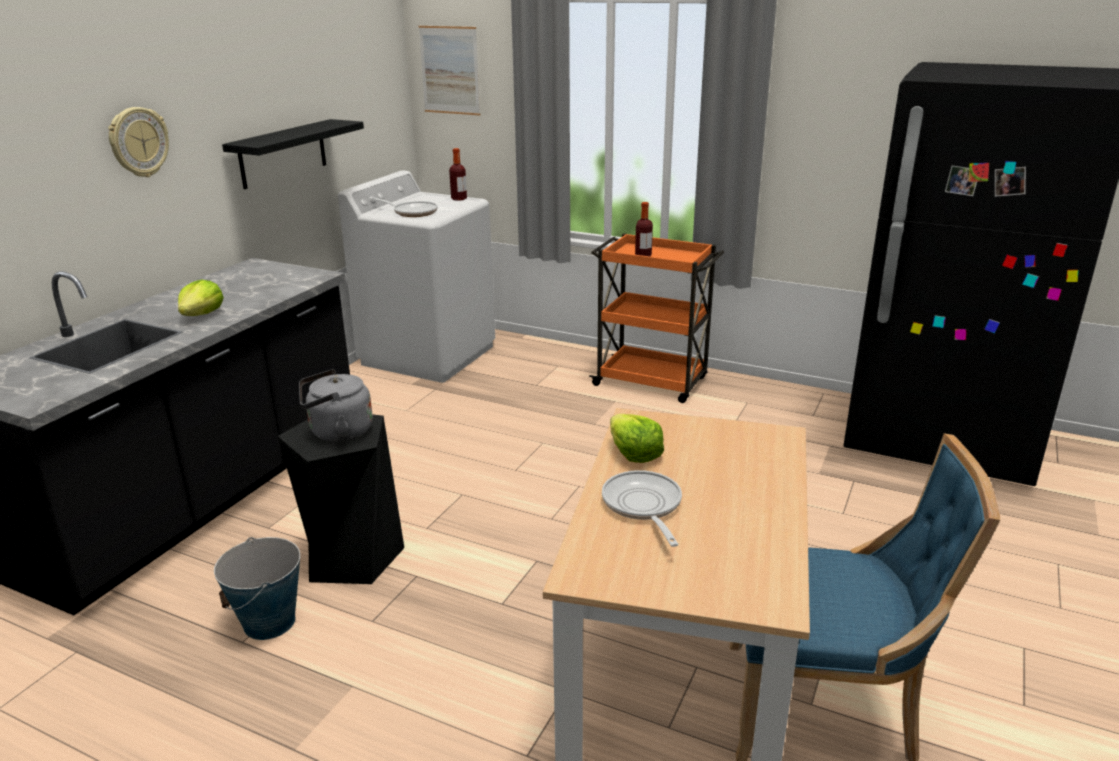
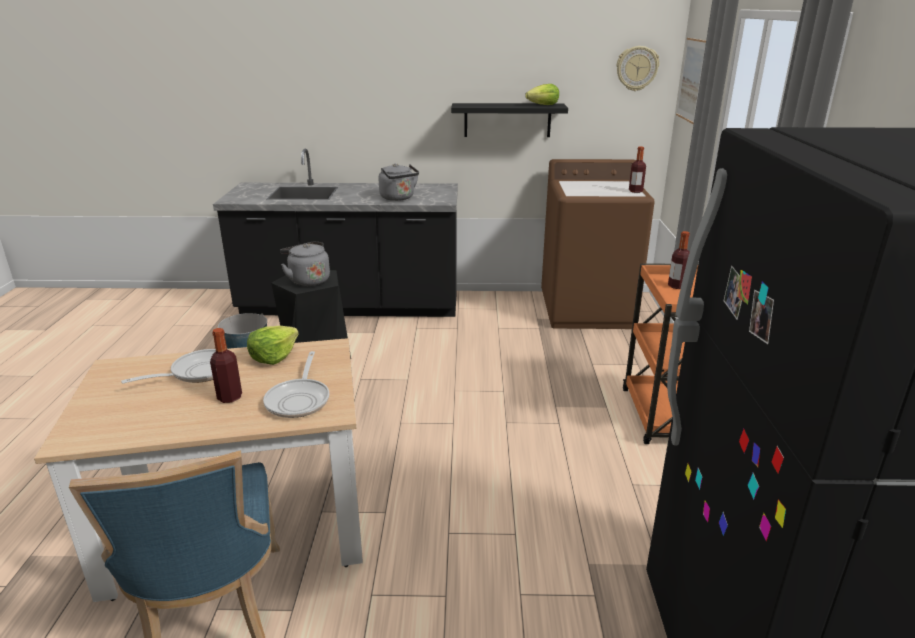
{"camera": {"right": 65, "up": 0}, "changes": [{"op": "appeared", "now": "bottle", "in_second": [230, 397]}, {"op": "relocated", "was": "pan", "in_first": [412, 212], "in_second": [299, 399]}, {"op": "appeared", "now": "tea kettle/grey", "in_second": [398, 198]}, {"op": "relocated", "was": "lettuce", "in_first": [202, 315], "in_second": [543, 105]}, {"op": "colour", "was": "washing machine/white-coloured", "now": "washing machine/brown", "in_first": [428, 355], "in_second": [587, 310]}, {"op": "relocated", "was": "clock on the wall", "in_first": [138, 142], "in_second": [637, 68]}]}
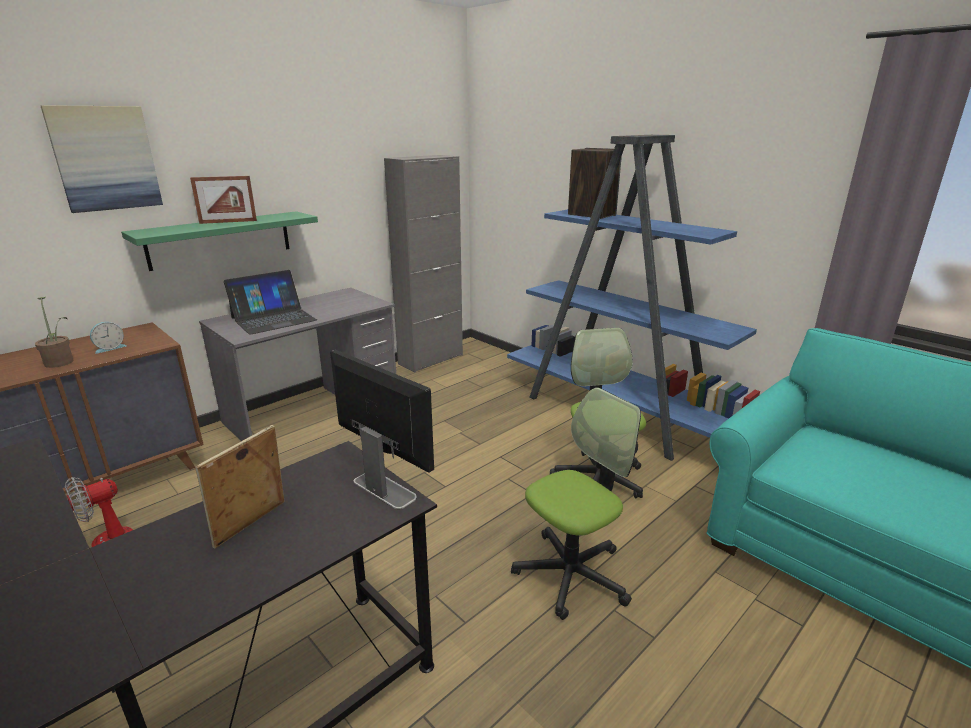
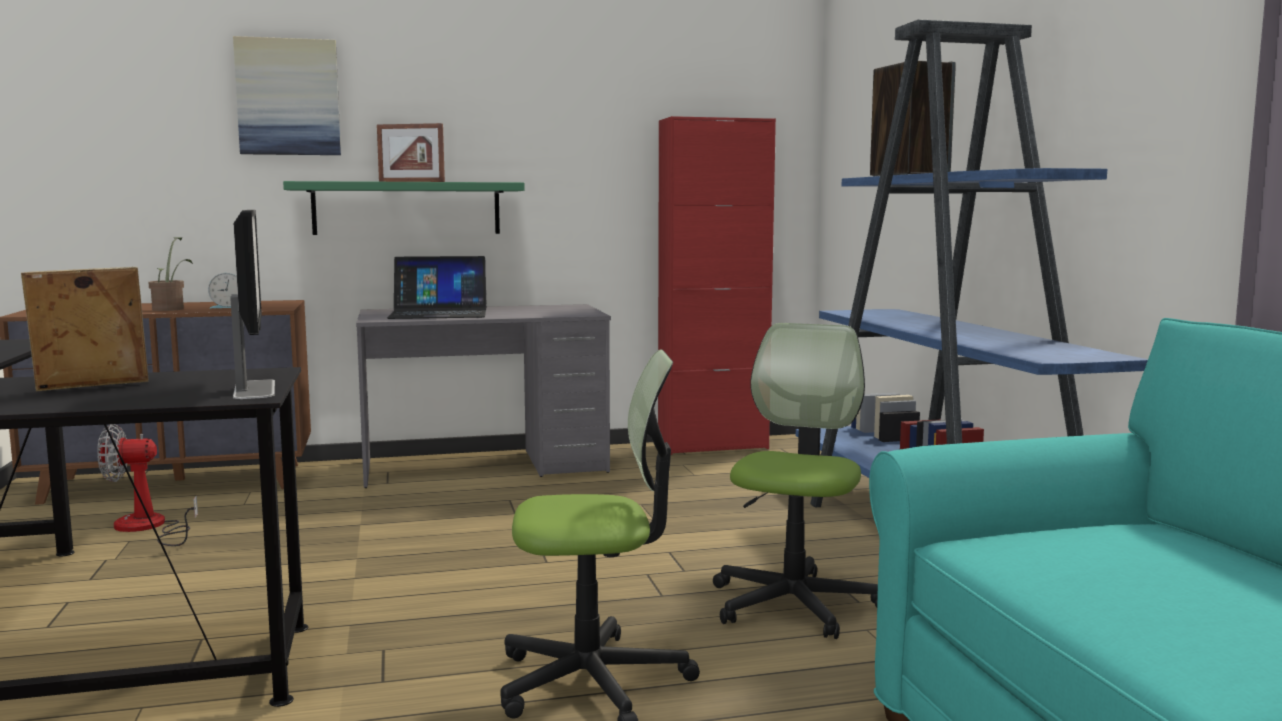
{"camera": {"right": 30, "up": -15}, "changes": [{"op": "colour", "was": "storage cabinet/grey", "now": "storage cabinet/red", "in_first": [430, 359], "in_second": [713, 446]}]}
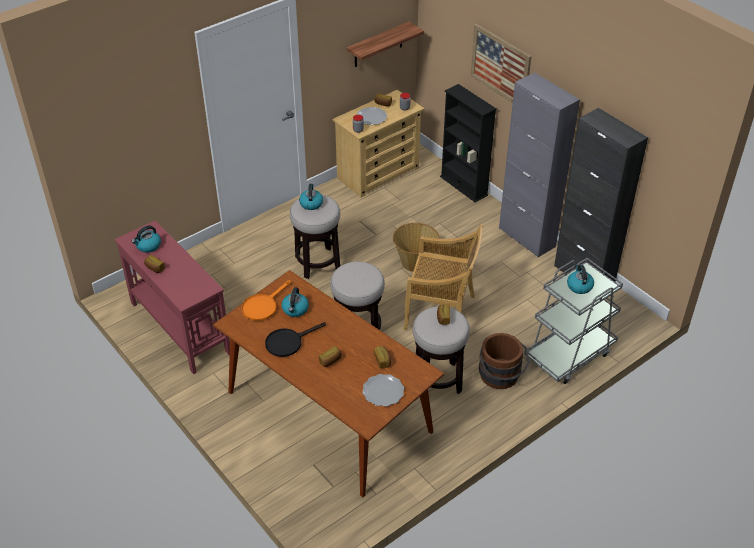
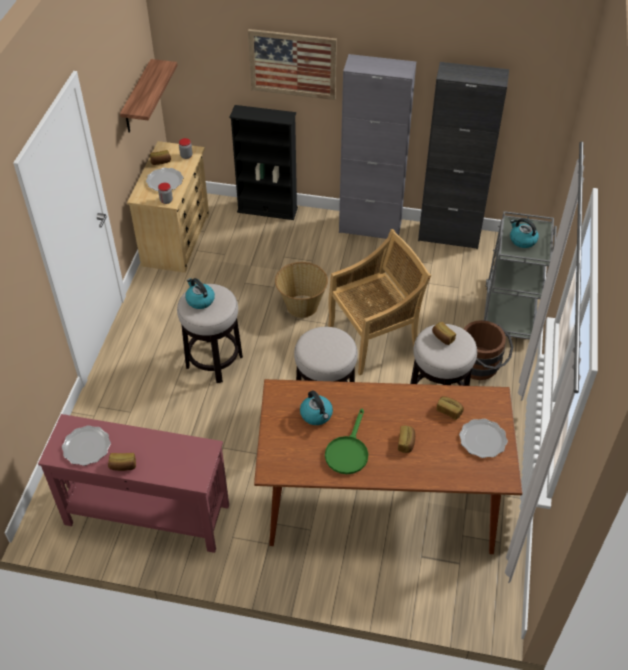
{"camera": {"right": -40, "up": 5}, "changes": [{"op": "exchanged", "was": "tea kettle", "now": "plate", "in_first": [148, 246], "in_second": [87, 447]}, {"op": "colour", "was": "pan/black", "now": "pan/greenish", "in_first": [288, 342], "in_second": [348, 451]}, {"op": "missing", "was": "pan/orange", "in_first": [262, 306]}]}
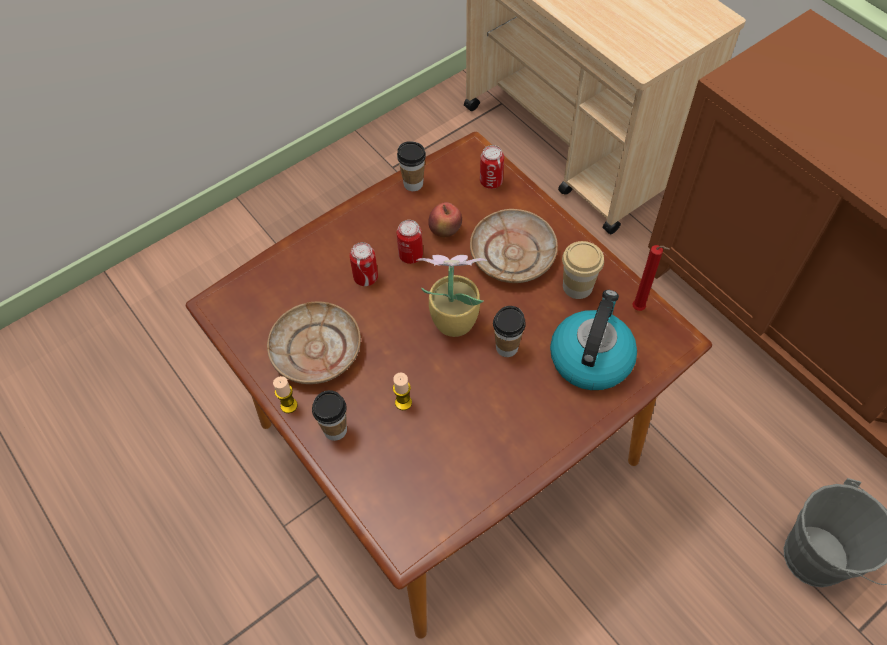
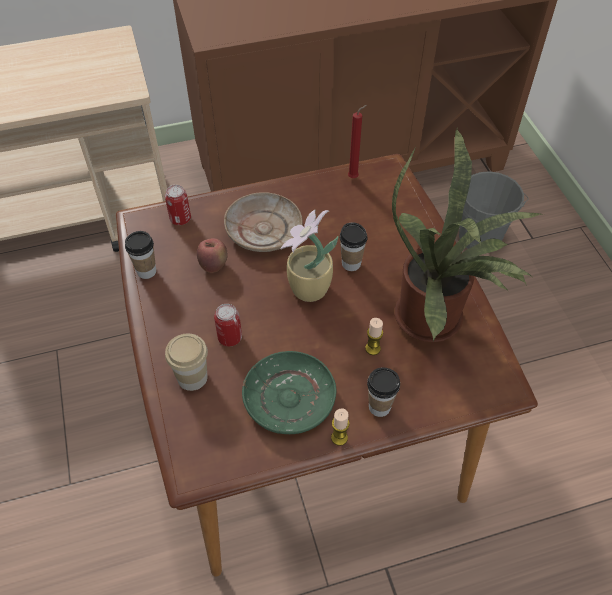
{"camera": {"right": -70, "up": -5}, "changes": [{"op": "relocated", "was": "small cup", "in_first": [577, 286], "in_second": [192, 377]}, {"op": "colour", "was": "plate/sand-coloured", "now": "plate/greenish", "in_first": [316, 350], "in_second": [289, 399]}, {"op": "appeared", "now": "houseplant", "in_second": [435, 319]}, {"op": "missing", "was": "sealed can", "in_first": [410, 255]}, {"op": "missing", "was": "tea kettle", "in_first": [590, 357]}]}
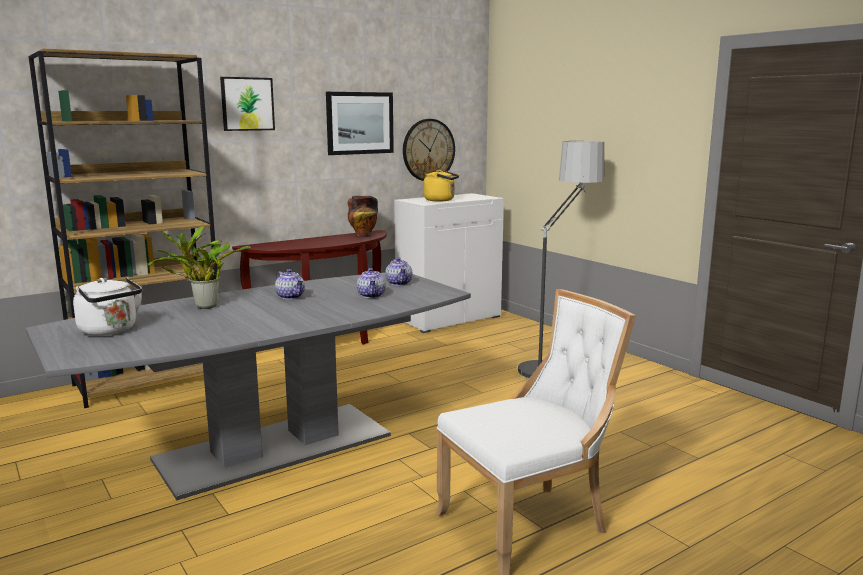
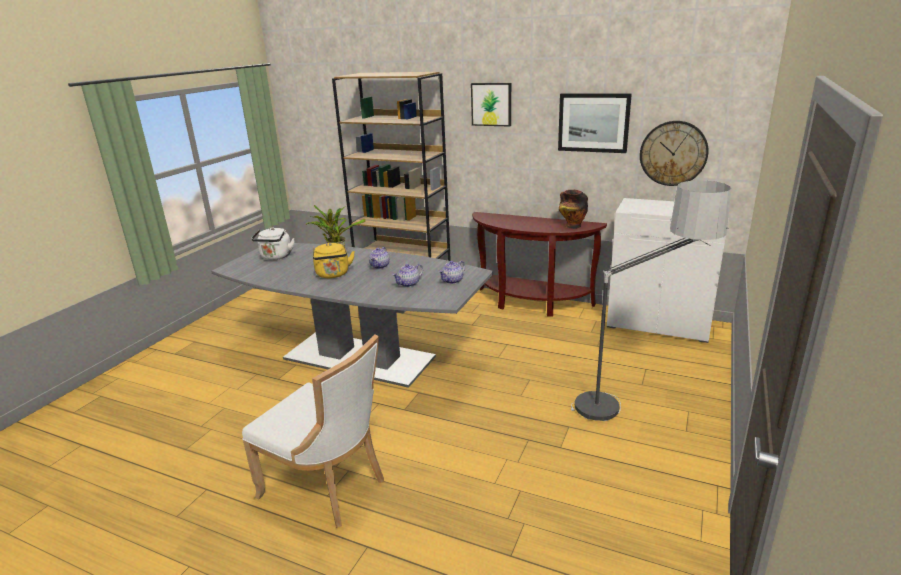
{"camera": {"right": 60, "up": 10}, "changes": [{"op": "relocated", "was": "tea kettle/yellow", "in_first": [441, 200], "in_second": [333, 275]}]}
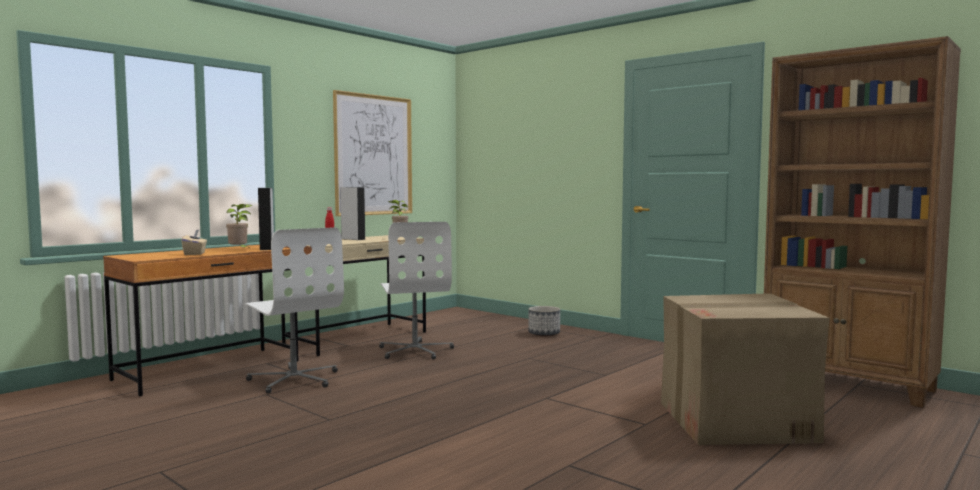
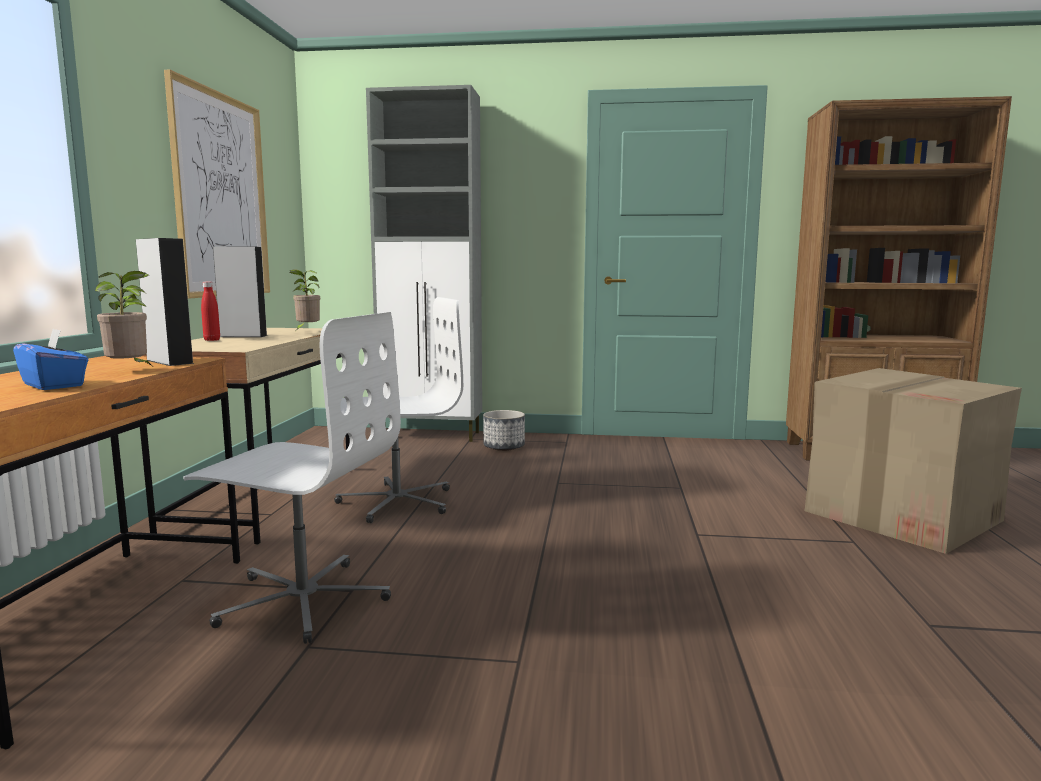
{"camera": {"right": -35, "up": 5}, "changes": [{"op": "colour", "was": "tissue box/sand-coloured", "now": "tissue box/blue", "in_first": [195, 254], "in_second": [54, 385]}, {"op": "spun", "was": "computer chair/white-coloured", "in_first": [415, 351], "in_second": [396, 502], "clockwise": -60}, {"op": "appeared", "now": "storage cabinet/grey", "in_second": [432, 435]}]}
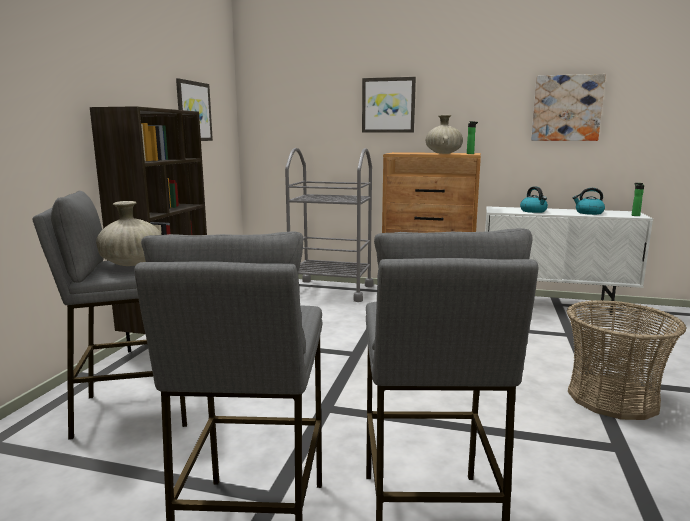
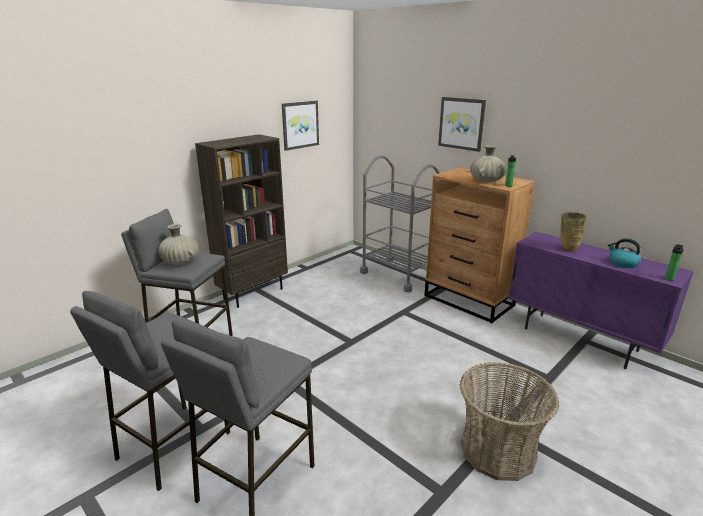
{"camera": {"right": 30, "up": 10}, "changes": [{"op": "colour", "was": "storage cabinet/white-coloured", "now": "storage cabinet/purple", "in_first": [554, 304], "in_second": [579, 340]}, {"op": "exchanged", "was": "tea kettle", "now": "vase/sand-coloured", "in_first": [533, 211], "in_second": [567, 249]}, {"op": "missing", "was": "picture", "in_first": [566, 108]}]}
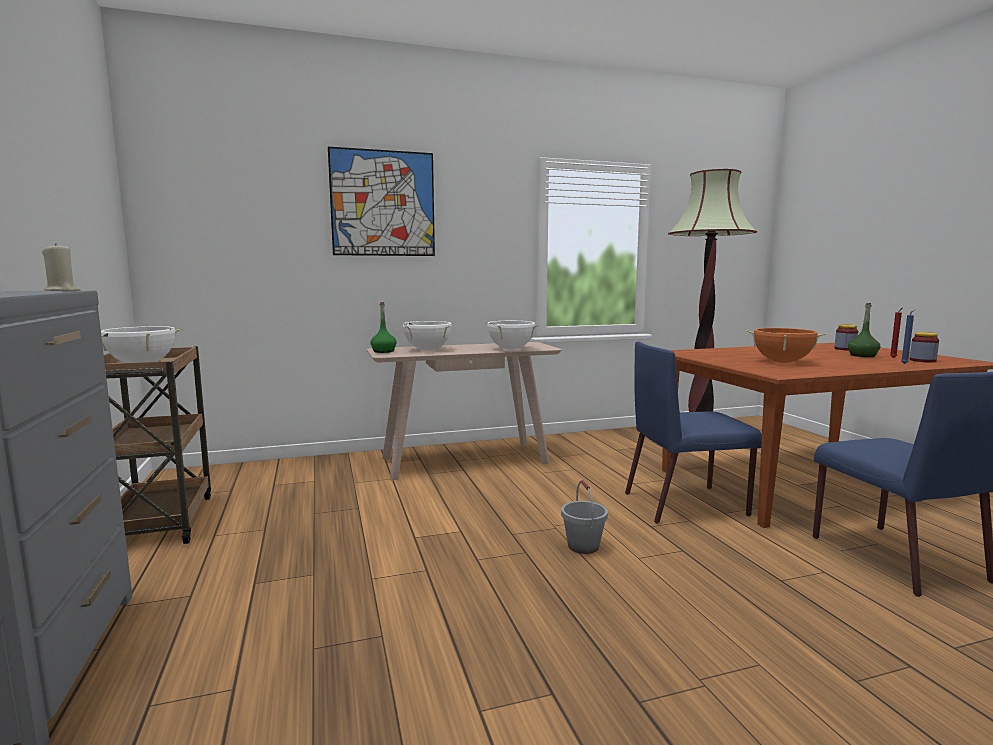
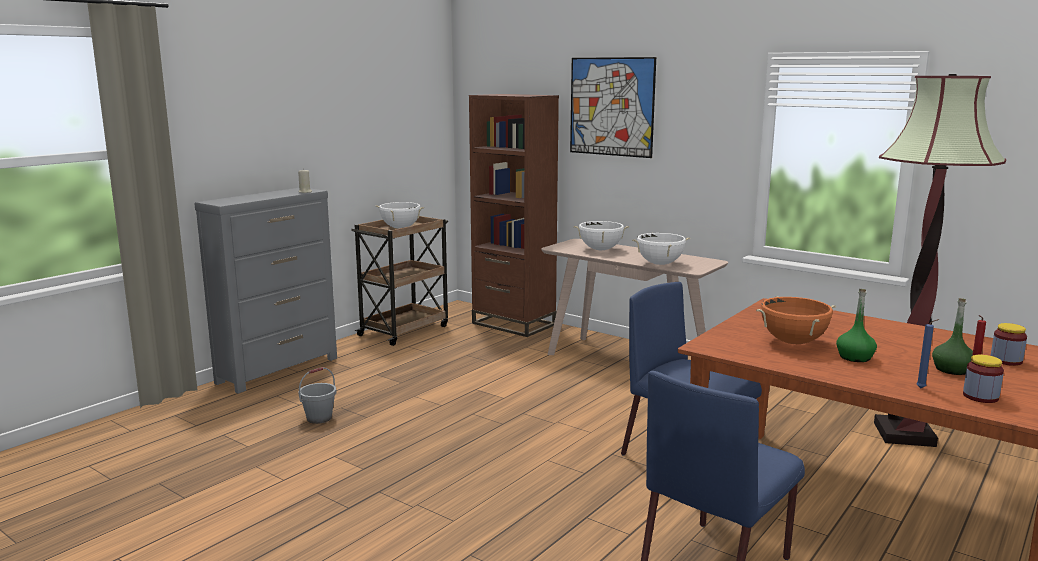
{"camera": {"right": 55, "up": 5}, "changes": [{"op": "relocated", "was": "bucket/grey", "in_first": [583, 546], "in_second": [319, 418]}, {"op": "appeared", "now": "bookcase/brown", "in_second": [513, 324]}, {"op": "relocated", "was": "bottle/greenish", "in_first": [383, 351], "in_second": [854, 357]}]}
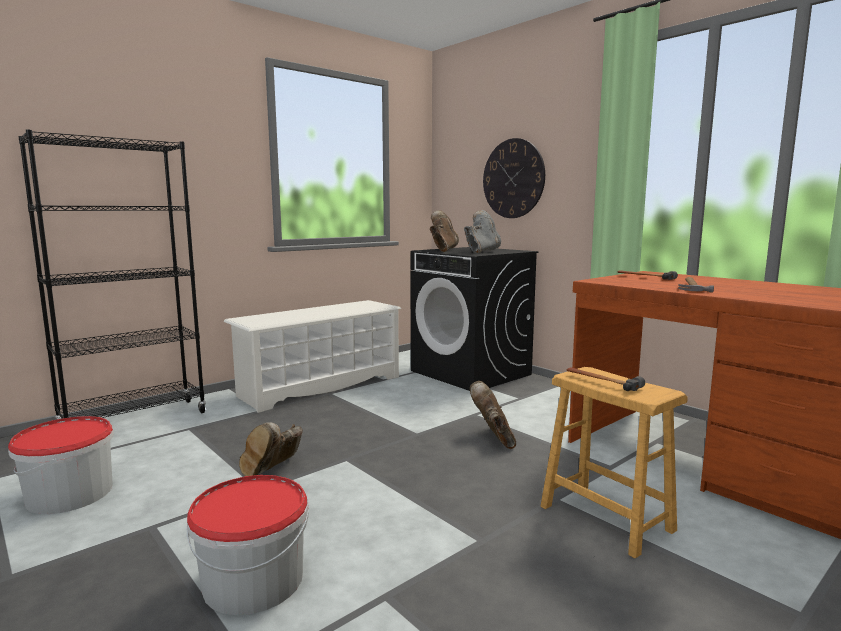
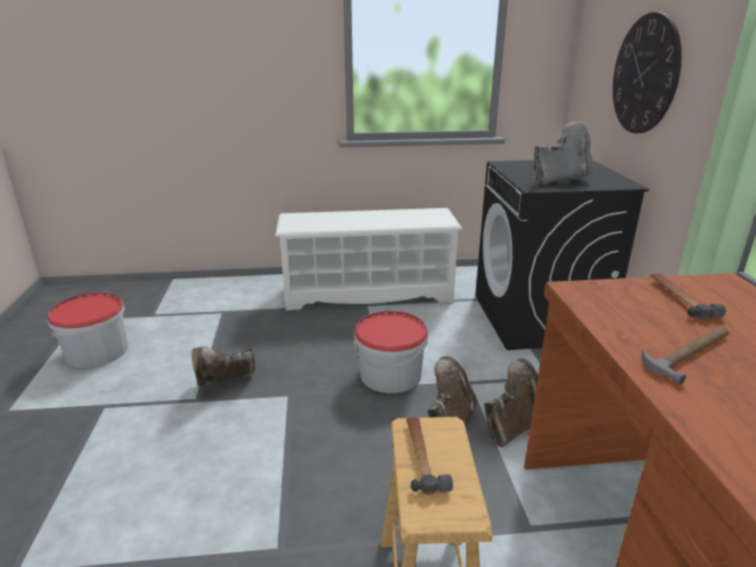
{"camera": {"right": 35, "up": 15}, "changes": [{"op": "relocated", "was": "bucket", "in_first": [253, 580], "in_second": [390, 374]}, {"op": "relocated", "was": "tall boot/brown", "in_first": [443, 250], "in_second": [513, 426]}, {"op": "missing", "was": "bookcase/black", "in_first": [134, 421]}]}
